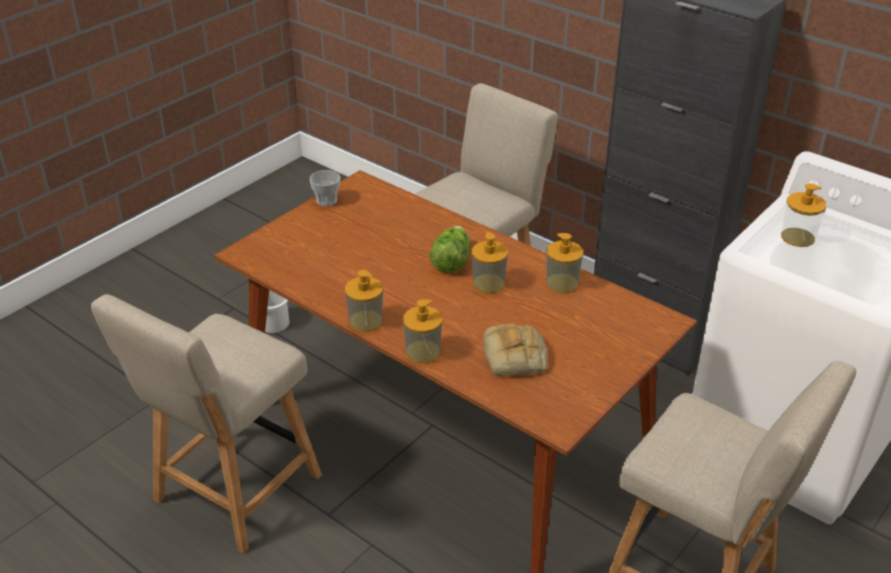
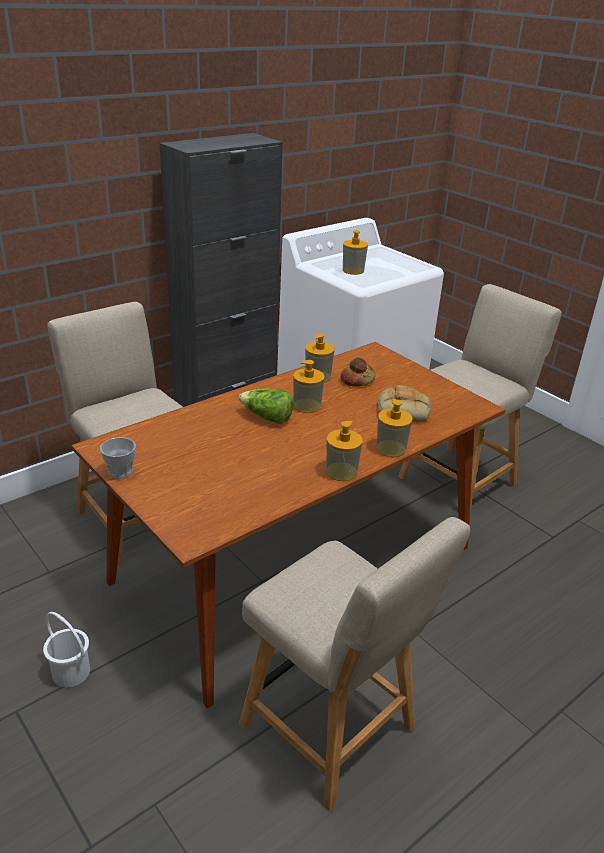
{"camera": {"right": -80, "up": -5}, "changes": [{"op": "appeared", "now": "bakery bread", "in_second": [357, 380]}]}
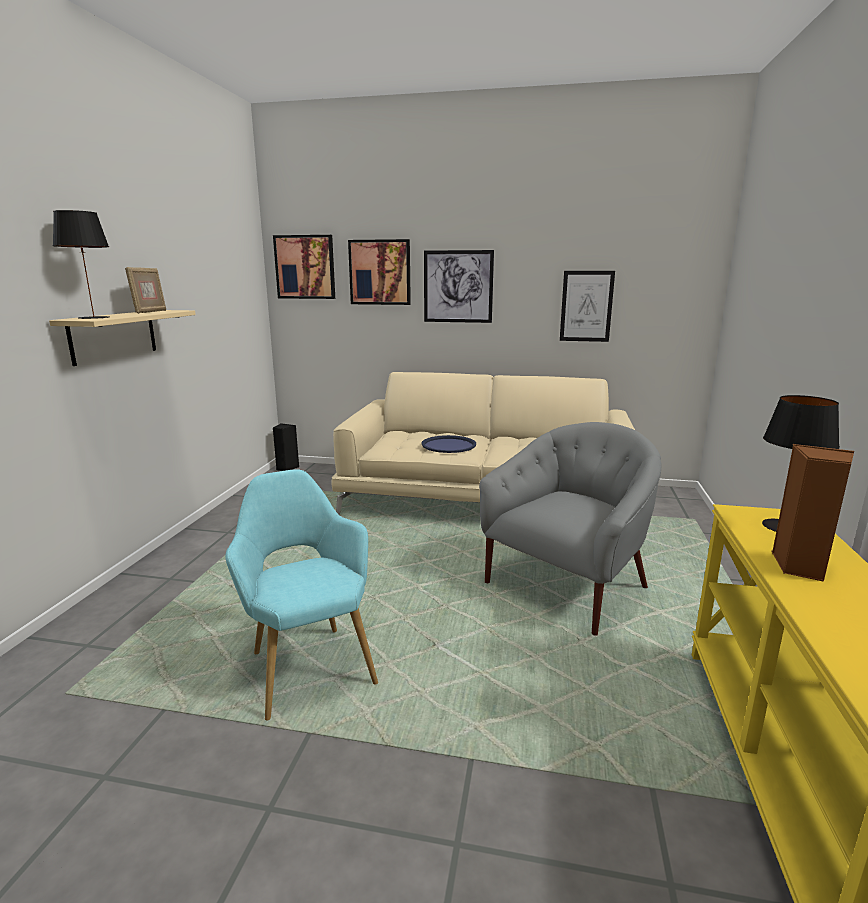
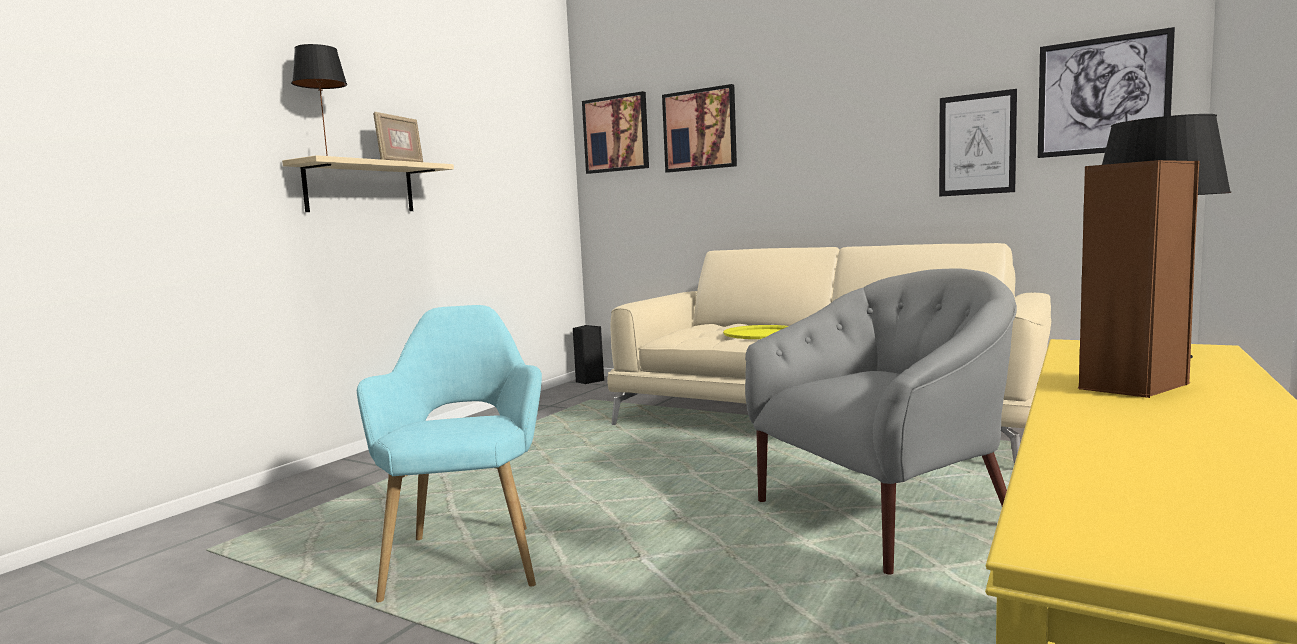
{"camera": {"right": 20, "up": -10}, "changes": [{"op": "colour", "was": "serving tray/blue", "now": "serving tray/yellow", "in_first": [448, 445], "in_second": [761, 333]}, {"op": "relocated", "was": "picture", "in_first": [458, 286], "in_second": [1102, 96]}]}
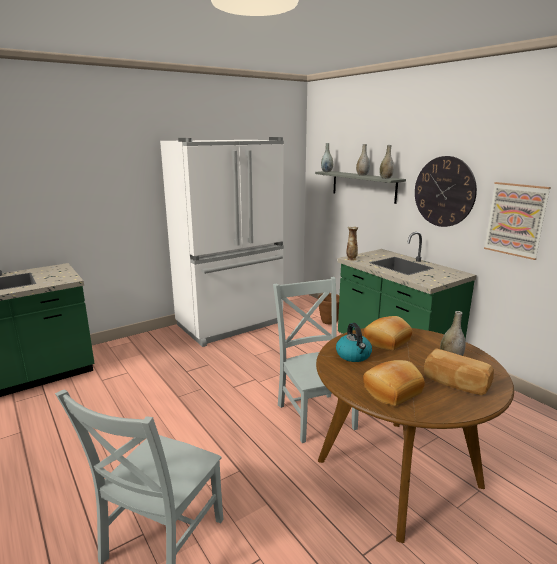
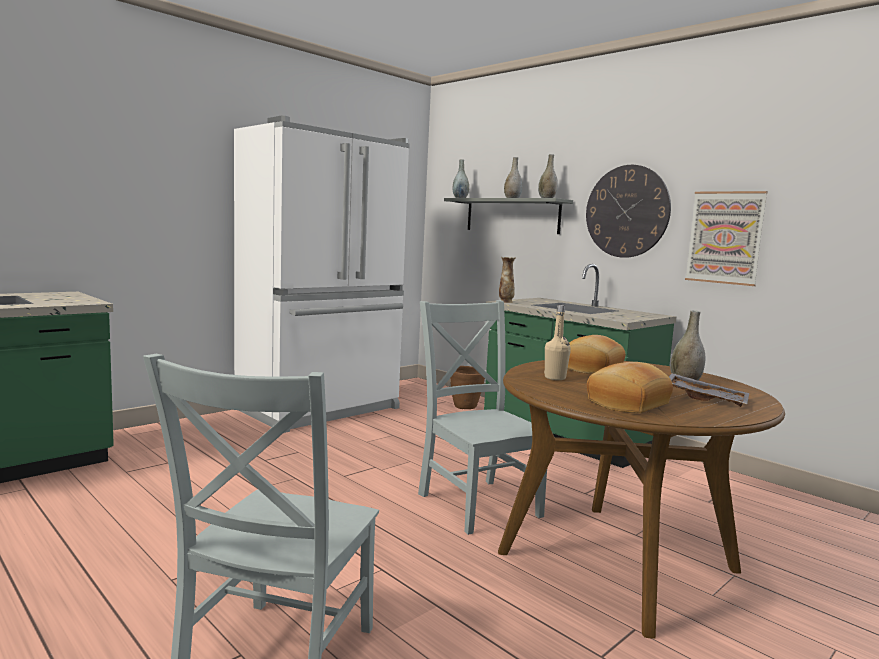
{"camera": {"right": -10, "up": -10}, "changes": [{"op": "exchanged", "was": "tea kettle", "now": "bottle/sand-coloured", "in_first": [354, 355], "in_second": [555, 378]}, {"op": "exchanged", "was": "bakery bread", "now": "serving tray/grey", "in_first": [455, 383], "in_second": [706, 398]}]}
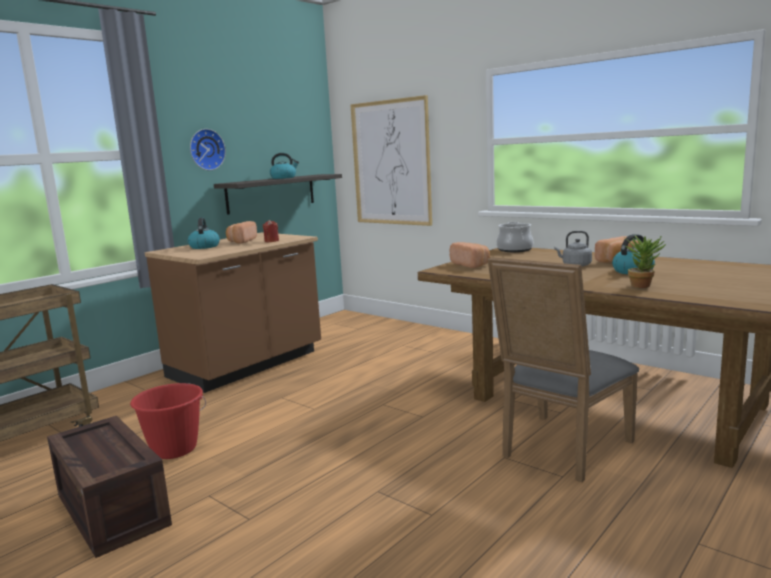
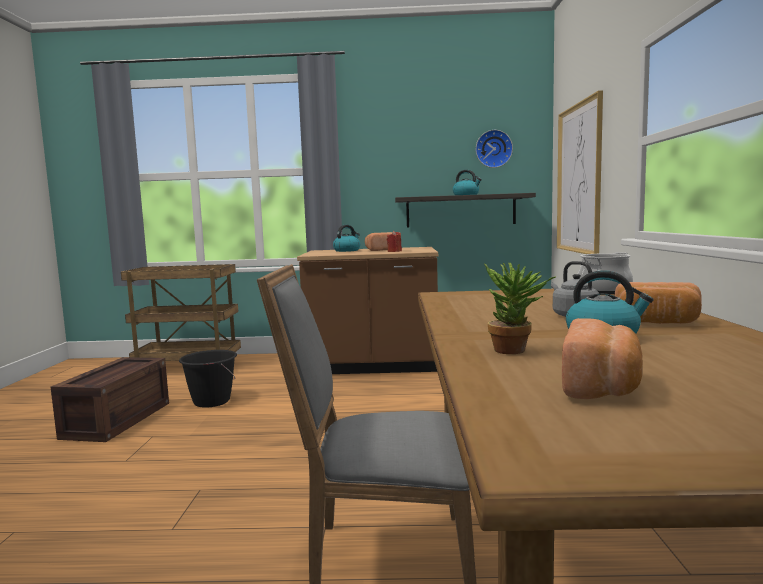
{"camera": {"right": 50, "up": -5}, "changes": [{"op": "colour", "was": "bucket/red", "now": "bucket/black", "in_first": [174, 449], "in_second": [211, 401]}, {"op": "relocated", "was": "clock on the wall", "in_first": [206, 149], "in_second": [493, 149]}, {"op": "relocated", "was": "bakery bread", "in_first": [471, 265], "in_second": [602, 387]}]}
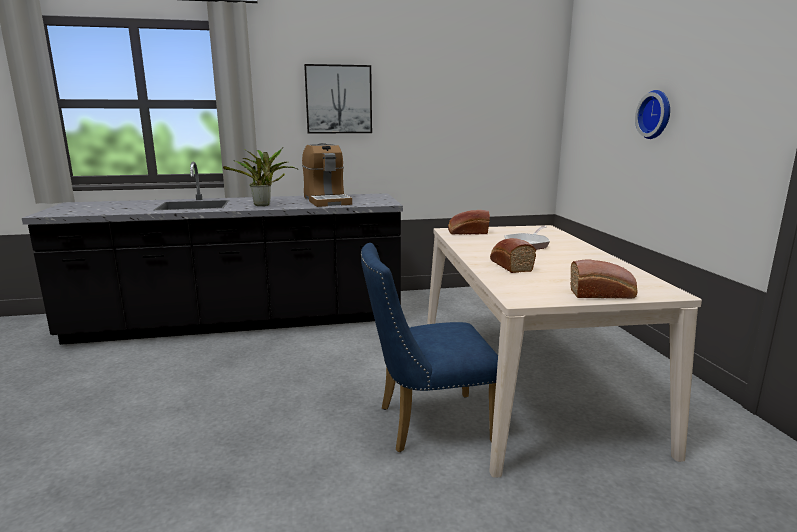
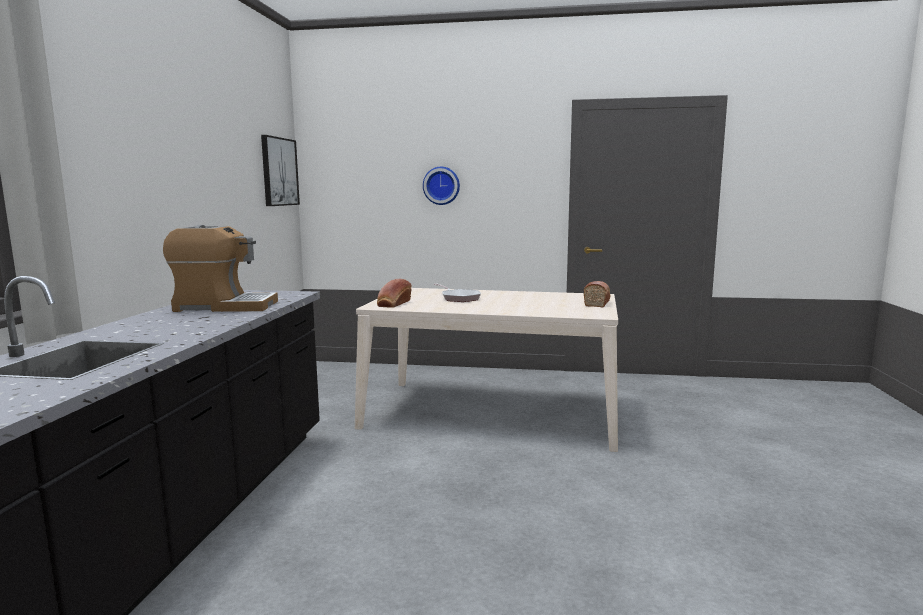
{"camera": {"right": -70, "up": -5}, "changes": [{"op": "relocated", "was": "picture", "in_first": [338, 99], "in_second": [279, 172]}, {"op": "missing", "was": "houseplant", "in_first": [264, 205]}, {"op": "missing", "was": "plain chair/blue", "in_first": [426, 424]}, {"op": "missing", "was": "bakery bread", "in_first": [509, 265]}]}
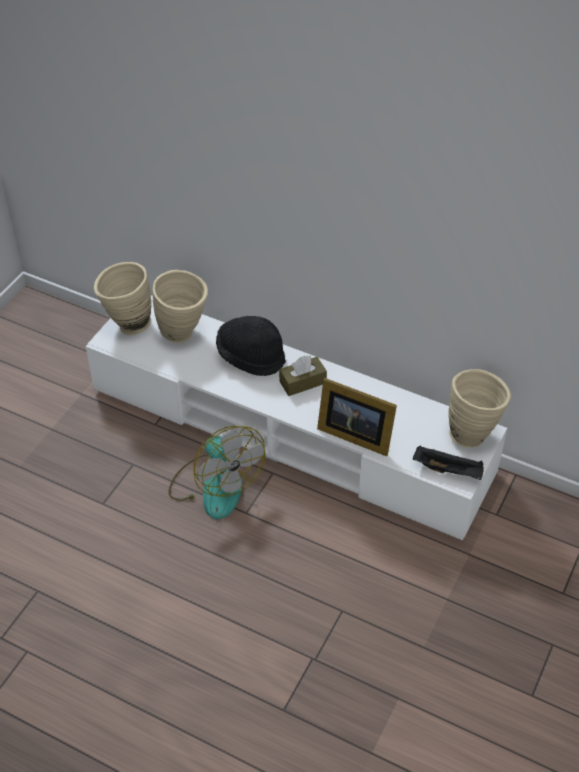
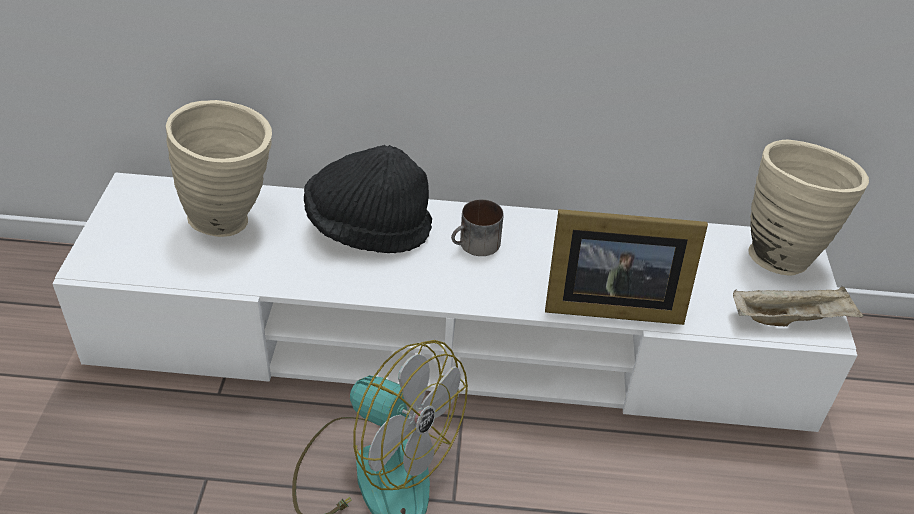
{"camera": {"right": -25, "up": -5}, "changes": [{"op": "exchanged", "was": "tissue box/brown", "now": "coffee mug", "in_first": [302, 382], "in_second": [476, 246]}, {"op": "colour", "was": "serving tray/black", "now": "serving tray/sand-coloured", "in_first": [448, 470], "in_second": [791, 319]}, {"op": "missing", "was": "vase/sand-coloured", "in_first": [127, 325]}]}
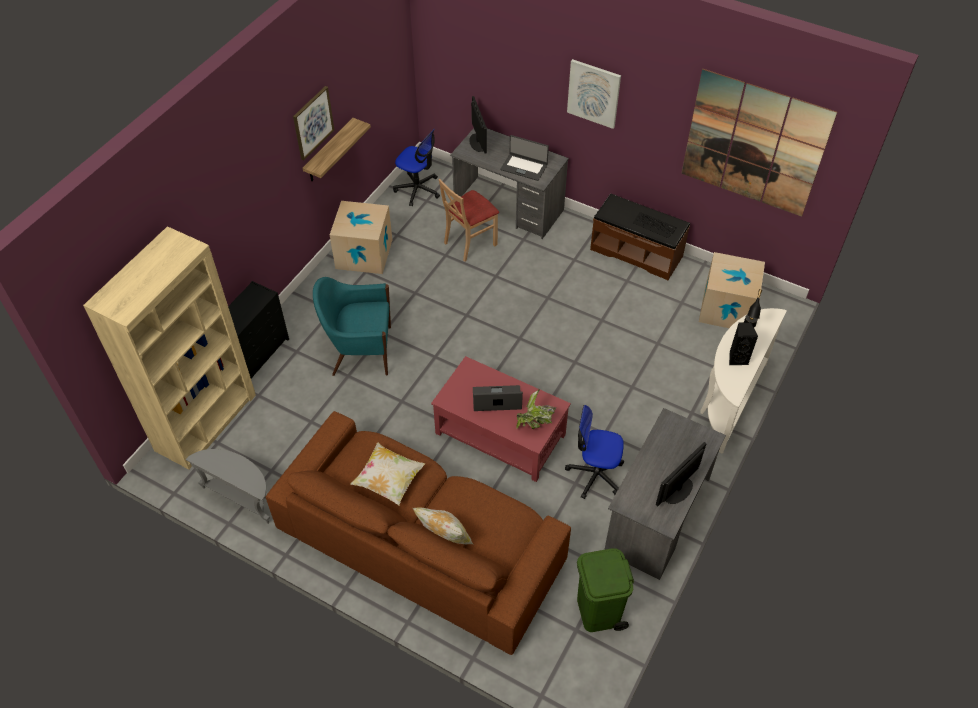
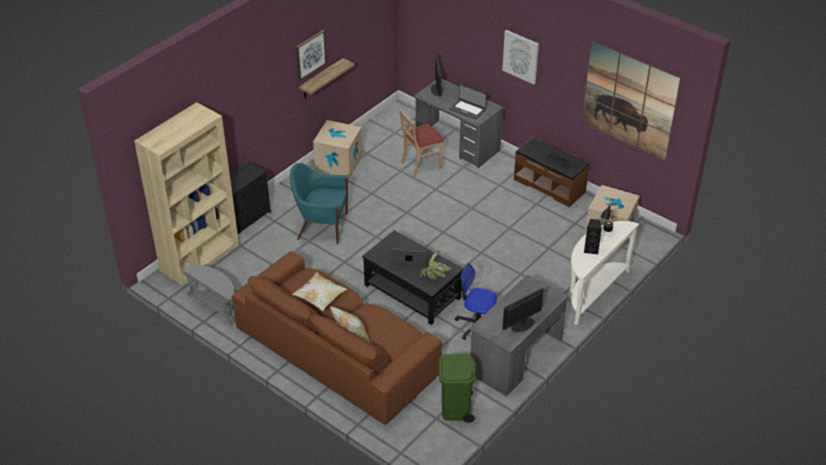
{"camera": {"right": 10, "up": -10}, "changes": [{"op": "colour", "was": "low table/red", "now": "low table/black", "in_first": [500, 433], "in_second": [412, 291]}, {"op": "missing", "was": "computer chair", "in_first": [418, 189]}]}
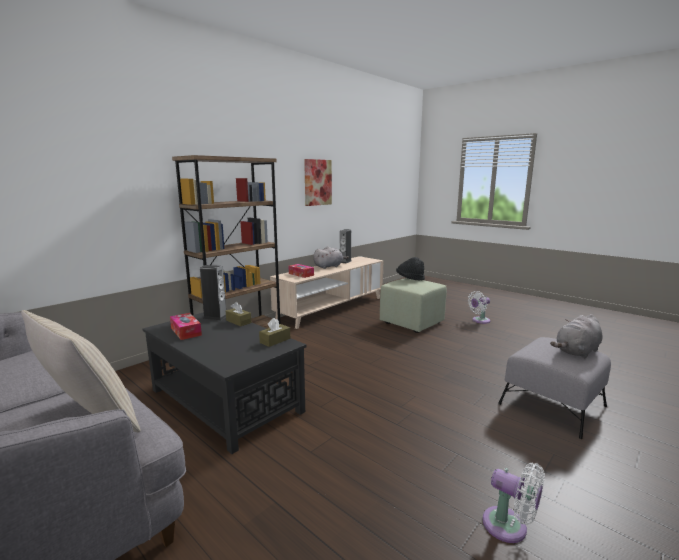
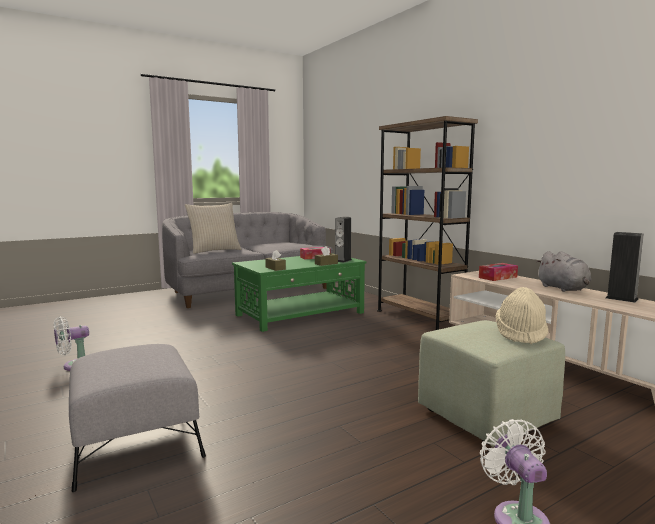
{"camera": {"right": 105, "up": -5}, "changes": [{"op": "colour", "was": "low table/black", "now": "low table/greenish", "in_first": [225, 400], "in_second": [301, 314]}, {"op": "colour", "was": "clothing hat/black", "now": "clothing hat/sand-coloured", "in_first": [410, 279], "in_second": [520, 334]}, {"op": "missing", "was": "picture", "in_first": [317, 182]}, {"op": "missing", "was": "plush toy/grey", "in_first": [576, 352]}]}
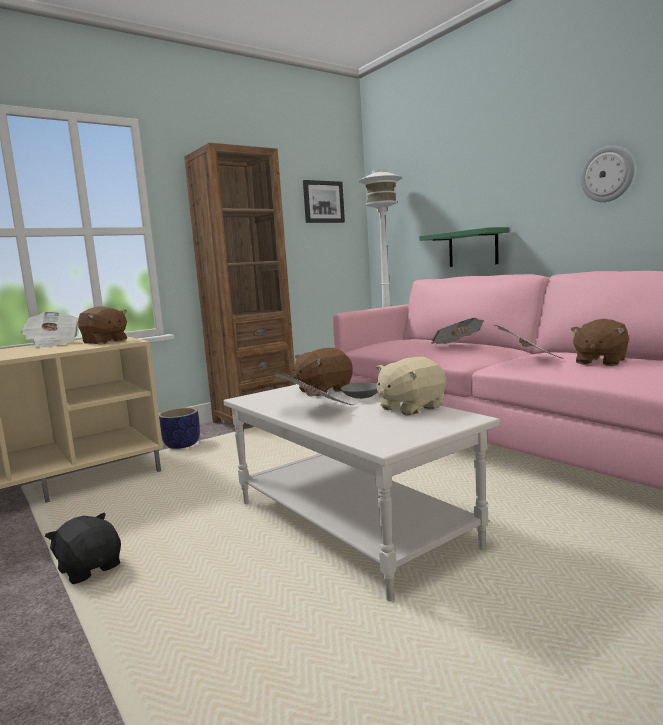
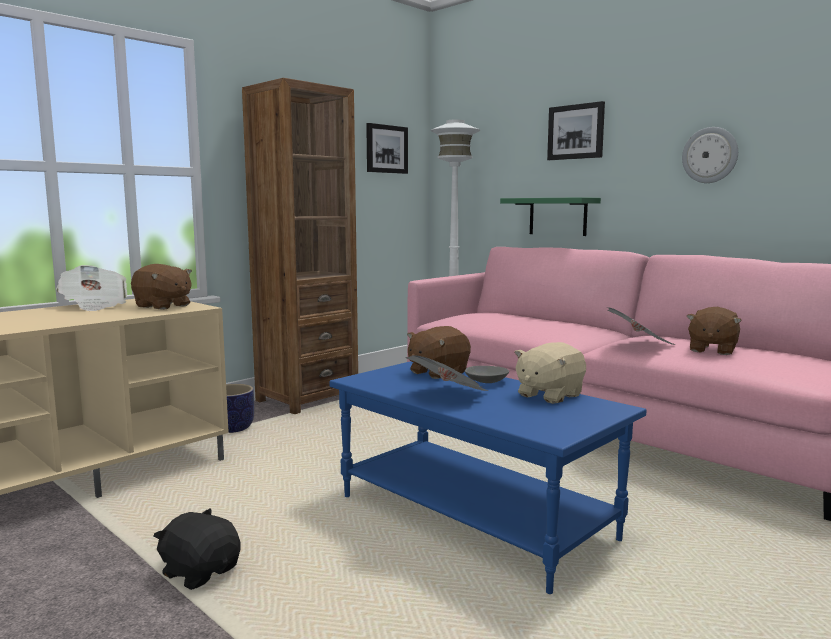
{"camera": {"right": -10, "up": 0}, "changes": [{"op": "colour", "was": "low table/white-coloured", "now": "low table/blue", "in_first": [352, 524], "in_second": [476, 517]}, {"op": "appeared", "now": "picture", "in_second": [576, 132]}, {"op": "missing", "was": "daily paper", "in_first": [456, 346]}]}
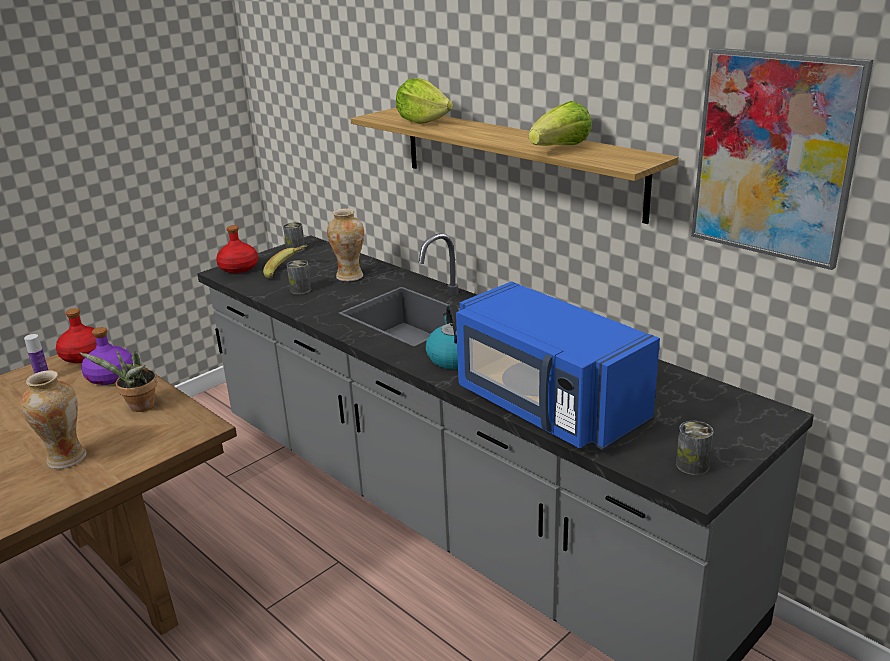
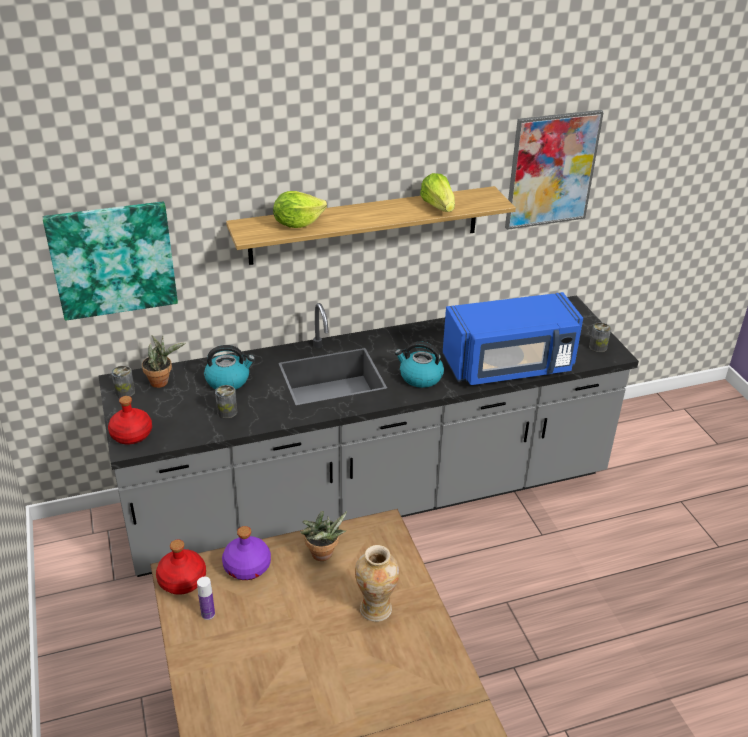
{"camera": {"right": -65, "up": 10}, "changes": [{"op": "appeared", "now": "picture", "in_second": [113, 259]}, {"op": "appeared", "now": "houseplant", "in_second": [162, 382]}, {"op": "exchanged", "was": "vase", "now": "tea kettle", "in_first": [350, 276], "in_second": [228, 380]}, {"op": "missing", "was": "whole banana", "in_first": [287, 271]}]}
